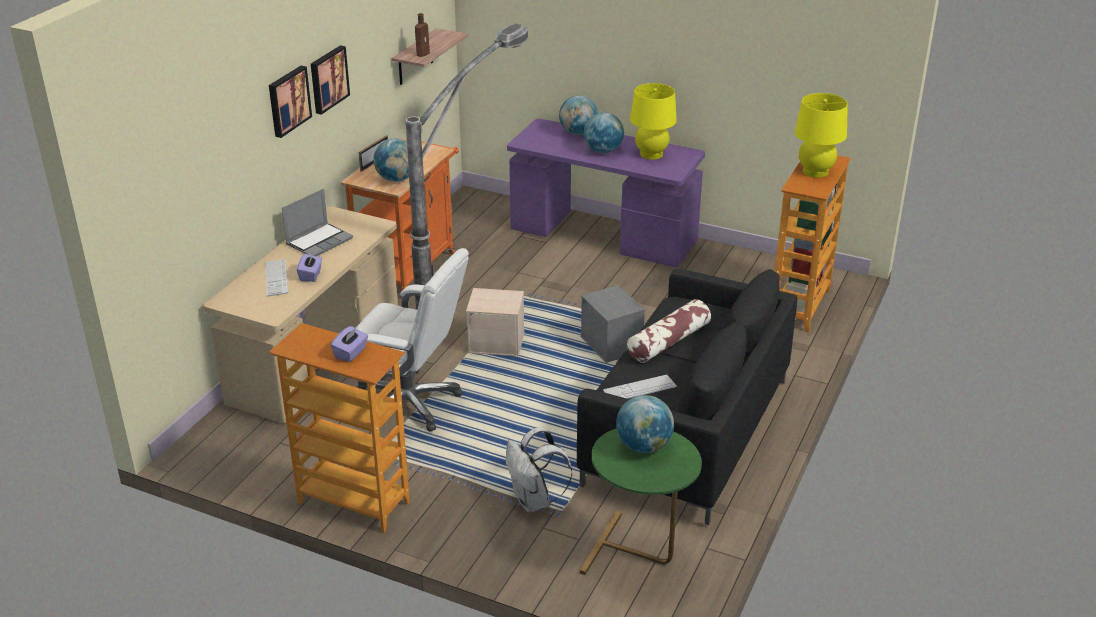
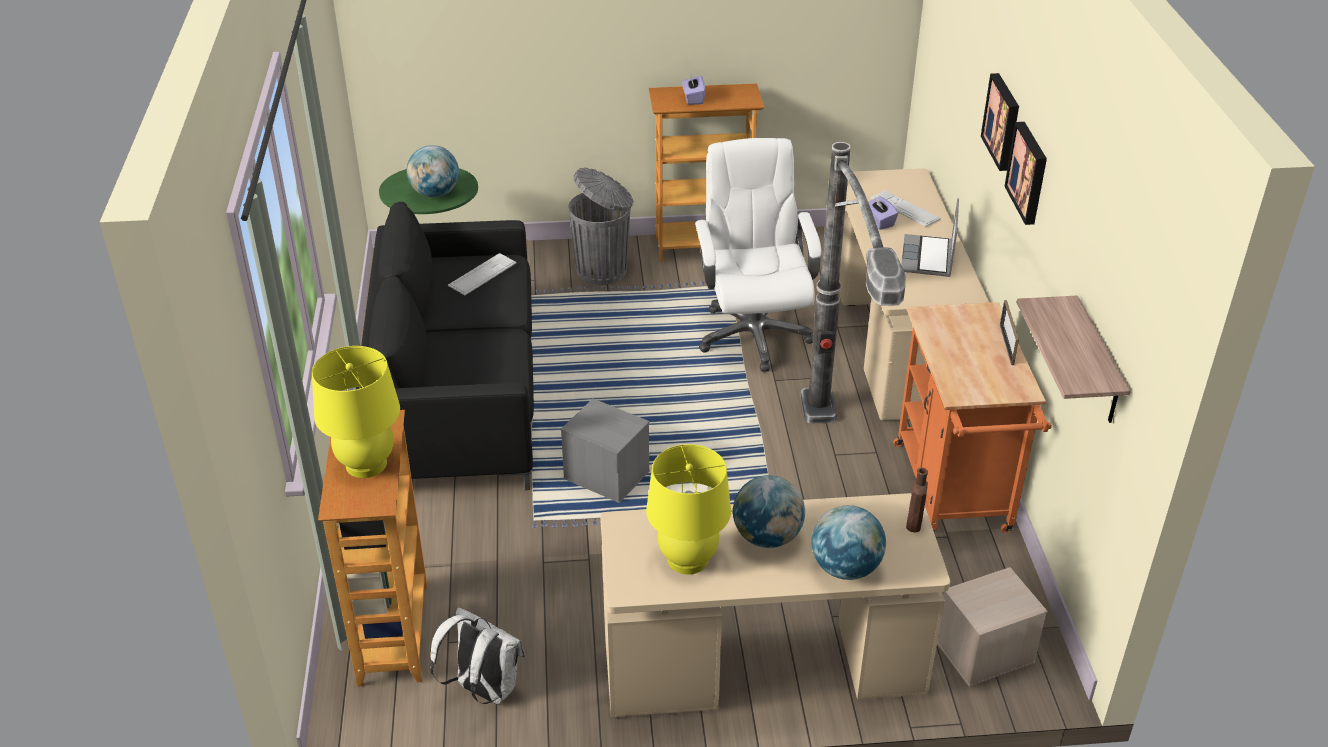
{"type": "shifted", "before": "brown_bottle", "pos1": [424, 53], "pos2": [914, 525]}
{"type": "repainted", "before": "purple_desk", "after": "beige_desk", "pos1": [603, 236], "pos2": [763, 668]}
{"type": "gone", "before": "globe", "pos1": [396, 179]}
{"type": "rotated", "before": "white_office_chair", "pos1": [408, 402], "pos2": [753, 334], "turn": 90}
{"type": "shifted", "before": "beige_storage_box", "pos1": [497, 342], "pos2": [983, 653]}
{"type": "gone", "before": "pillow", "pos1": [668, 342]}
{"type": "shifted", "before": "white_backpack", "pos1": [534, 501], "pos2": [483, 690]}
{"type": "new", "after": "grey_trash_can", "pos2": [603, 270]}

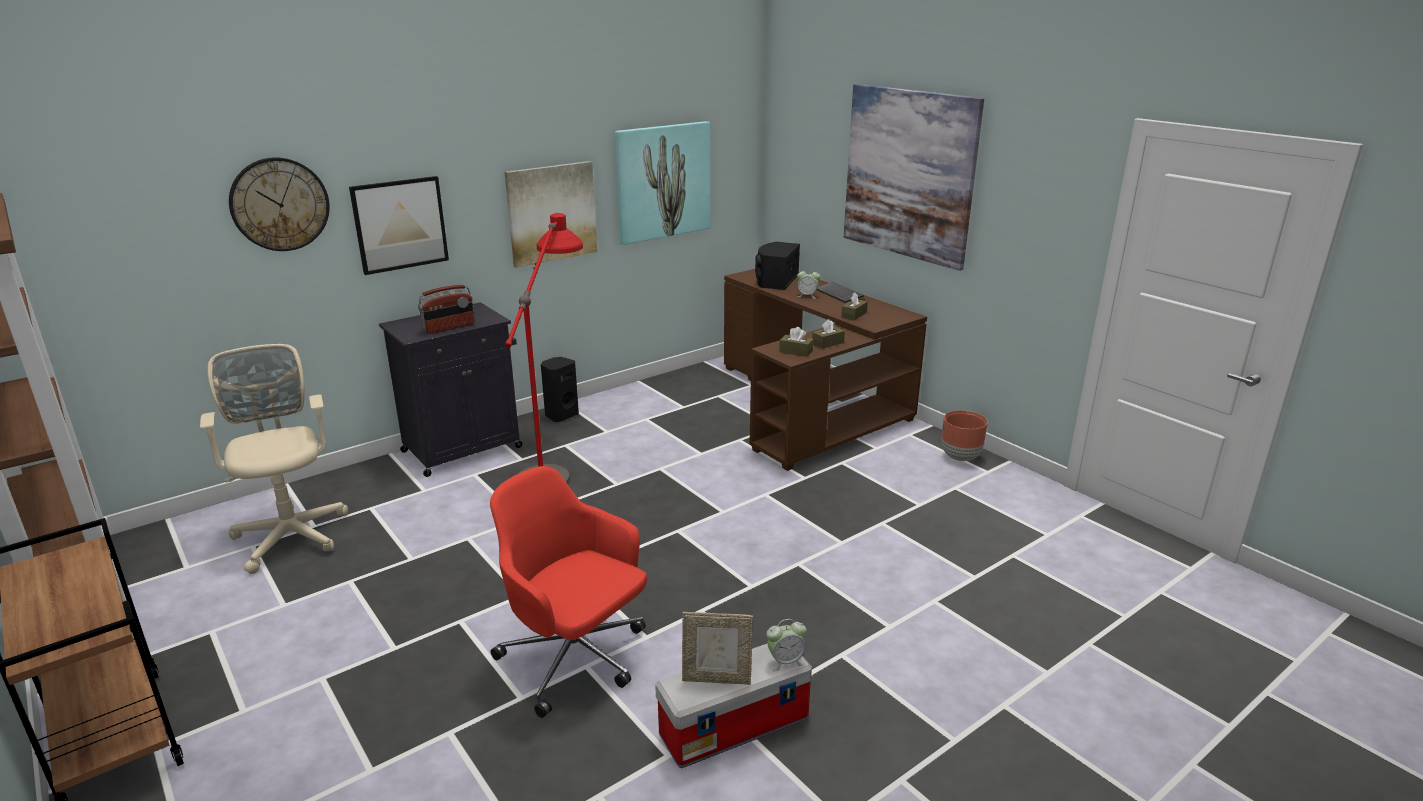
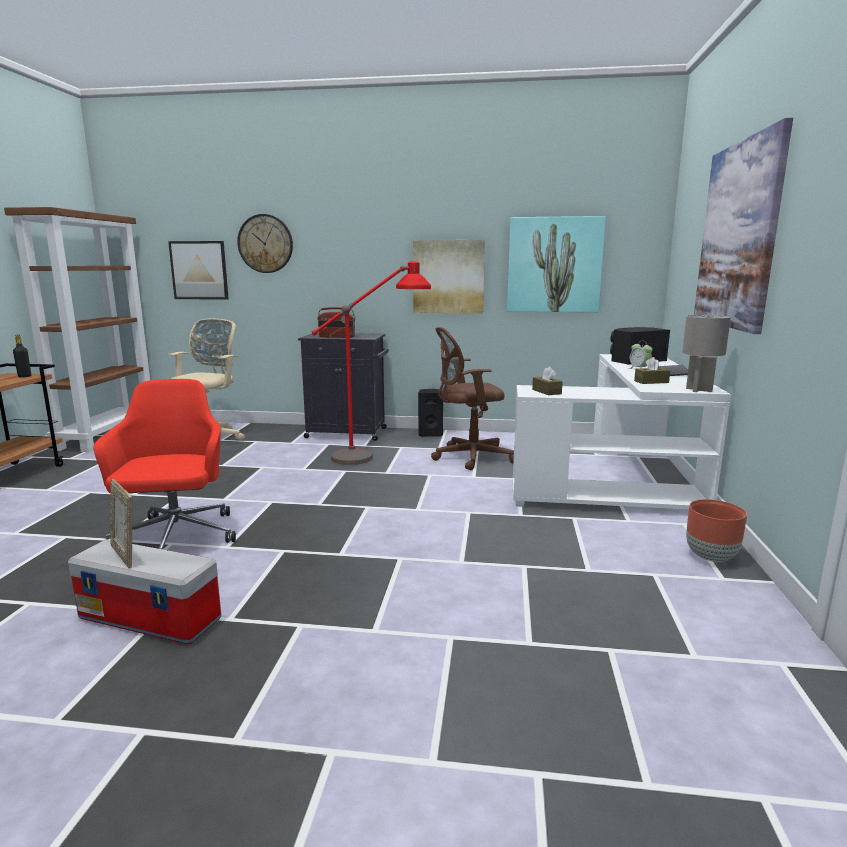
{"type": "shifted", "before": "picture", "pos1": [400, 224], "pos2": [199, 270]}
{"type": "repainted", "before": "brown_desk", "after": "white_desk", "pos1": [812, 406], "pos2": [624, 479]}
{"type": "gone", "before": "brown_tissue_box", "pos1": [827, 343]}
{"type": "gone", "before": "alarm_clock", "pos1": [785, 661]}
{"type": "new", "after": "grey_table_lamp", "pos2": [699, 390]}
{"type": "new", "after": "brown_office_chair", "pos2": [469, 457]}
{"type": "new", "after": "black_bottle", "pos2": [24, 376]}

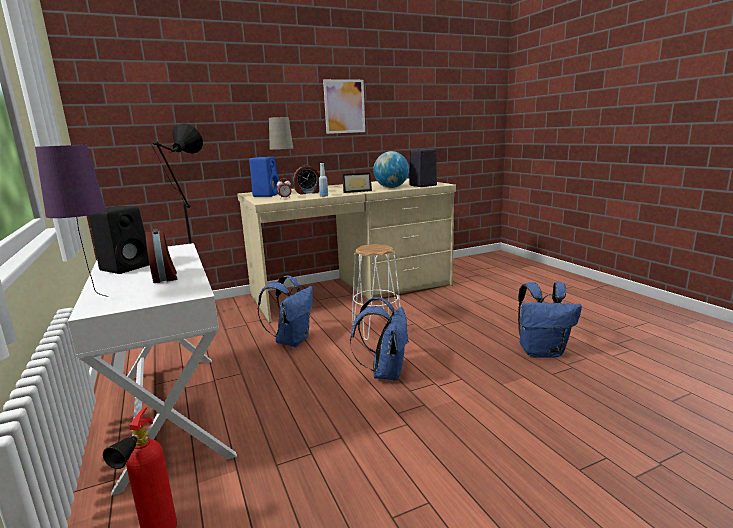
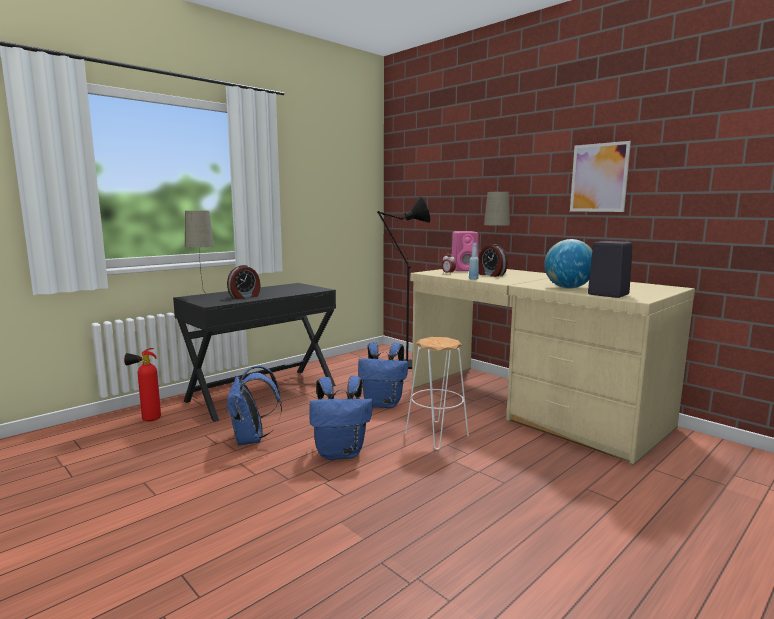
{"type": "repainted", "before": "purple_table_lamp", "after": "beige_table_lamp", "pos1": [96, 300], "pos2": [202, 295]}
{"type": "repainted", "before": "blue_speaker", "after": "pink_speaker", "pos1": [266, 195], "pos2": [465, 270]}
{"type": "gone", "before": "picture_frame", "pos1": [356, 191]}
{"type": "gone", "before": "black_speaker", "pos1": [127, 267]}
{"type": "repainted", "before": "white_desk", "after": "black_desk", "pos1": [171, 412], "pos2": [262, 393]}
{"type": "shifted", "before": "blue_backpack", "pos1": [542, 352], "pos2": [252, 440]}

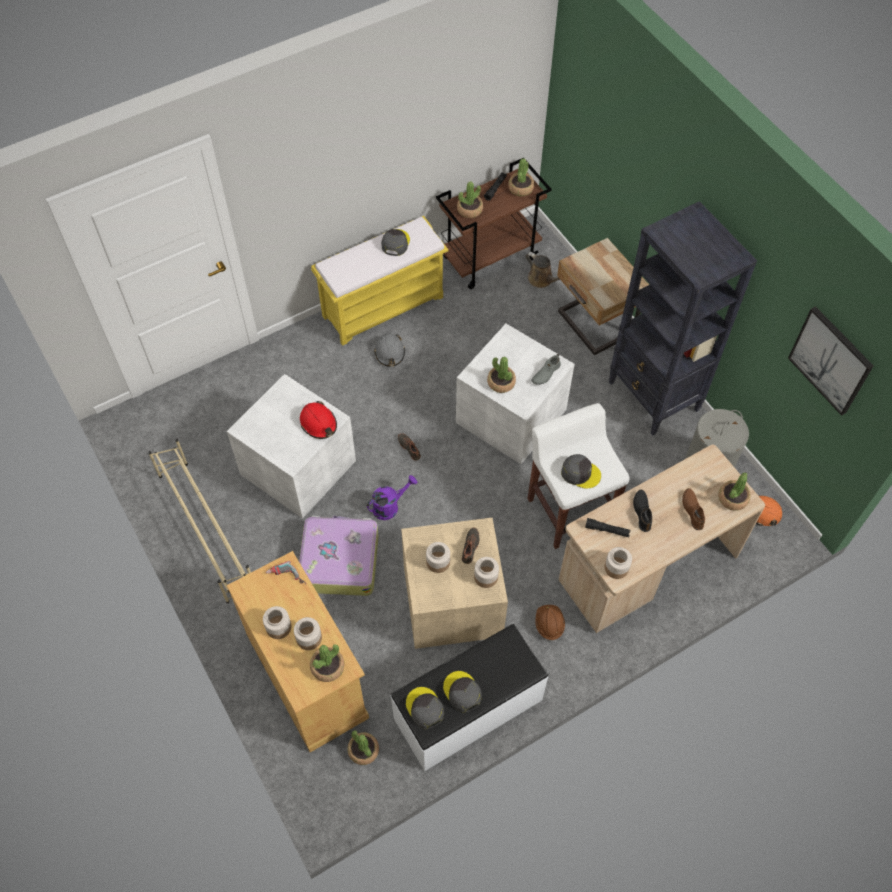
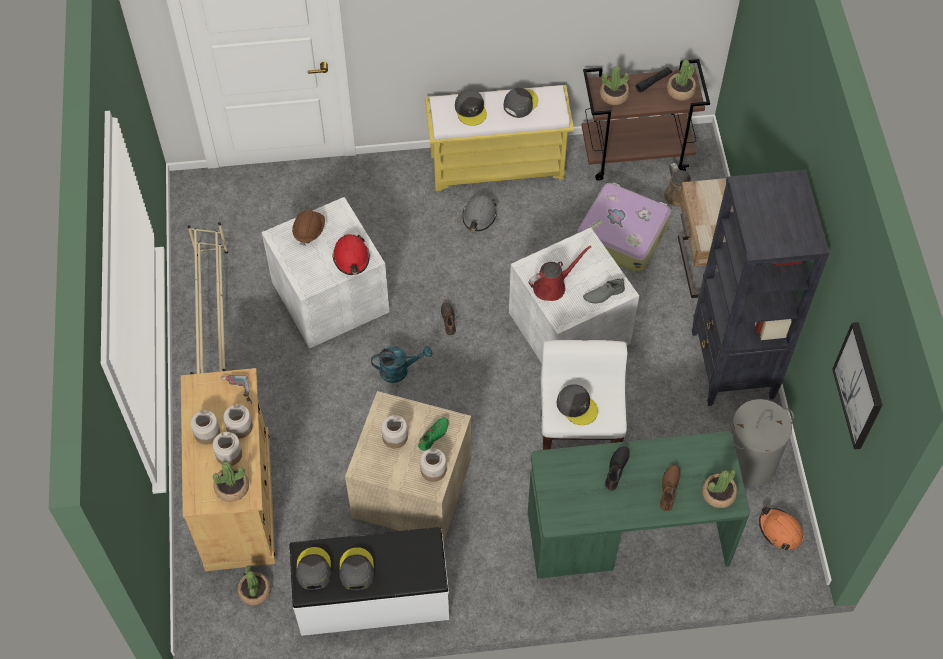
{"type": "swapped", "before": "potted_plant", "after": "red_watering_can", "pos1": [501, 382], "pos2": [552, 286]}
{"type": "repainted", "before": "beige_desk", "after": "green_desk", "pos1": [647, 566], "pos2": [627, 536]}
{"type": "repainted", "before": "purple_watering_can", "after": "turquoise_watering_can", "pos1": [390, 506], "pos2": [399, 370]}
{"type": "shifted", "before": "suitcase", "pos1": [339, 560], "pos2": [622, 234]}
{"type": "gone", "before": "black_flashlight", "pos1": [607, 530]}
{"type": "repainted", "before": "black_shoe", "after": "green_shoe", "pos1": [471, 547], "pos2": [434, 436]}
{"type": "shifted", "before": "jar", "pos1": [616, 567], "pos2": [239, 427]}
{"type": "shifted", "before": "brown_hard_hat", "pos1": [549, 625], "pos2": [309, 231]}
{"type": "new", "after": "grey_cap", "pos2": [471, 110]}

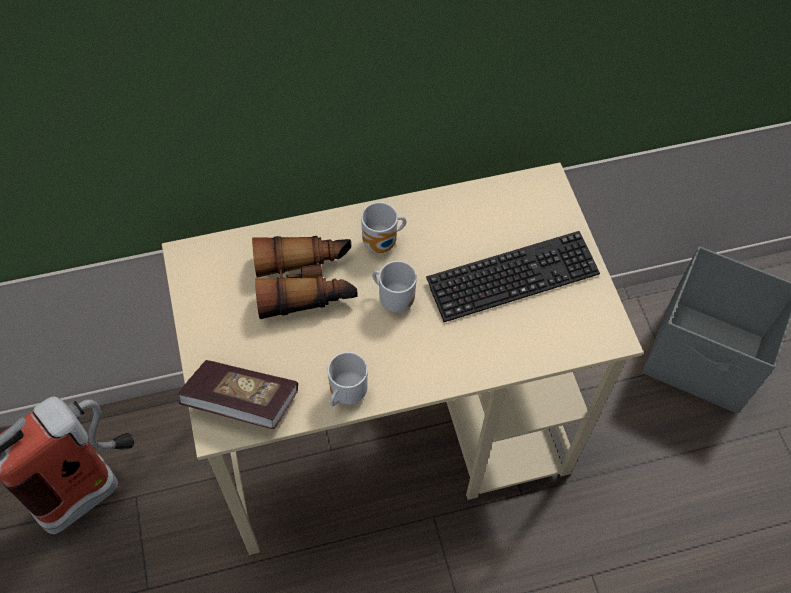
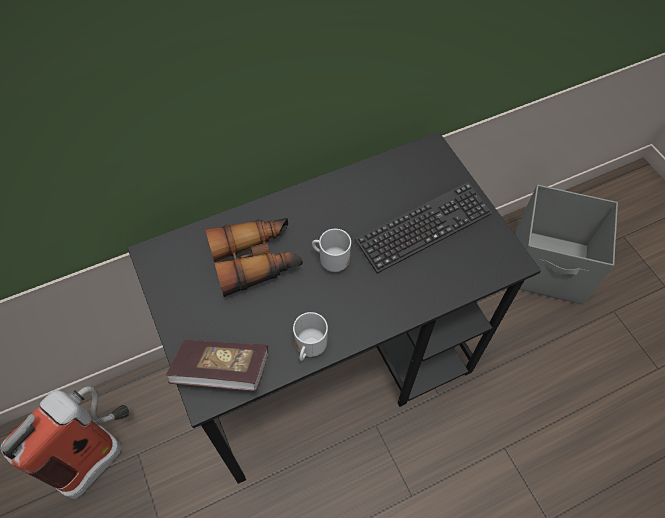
{"type": "repainted", "before": "beige_desk", "after": "black_desk", "pos1": [394, 433], "pos2": [333, 365]}
{"type": "gone", "before": "mug", "pos1": [382, 244]}

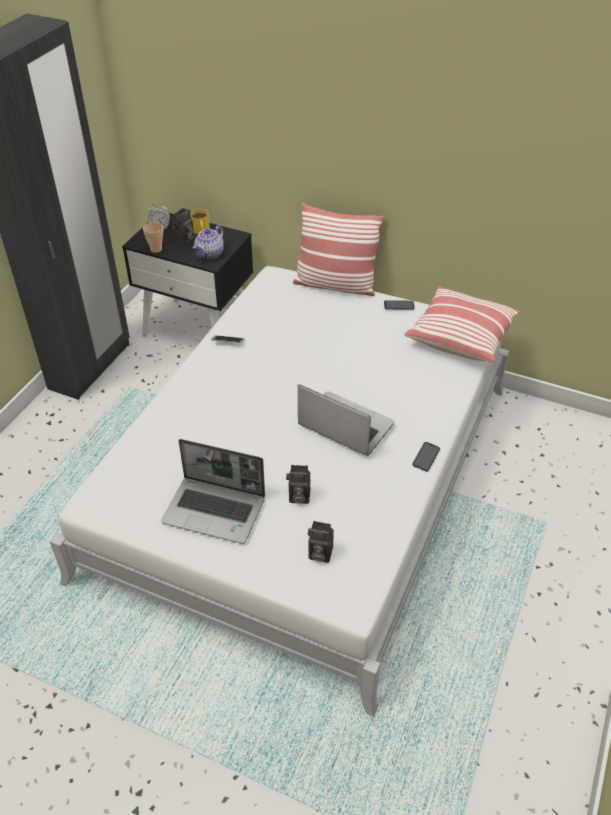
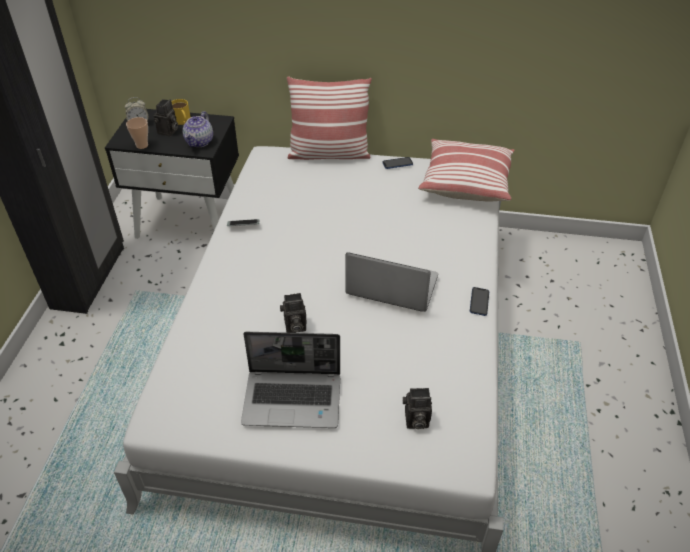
{"type": "shifted", "before": "photo_camera", "pos1": [298, 497], "pos2": [294, 326]}

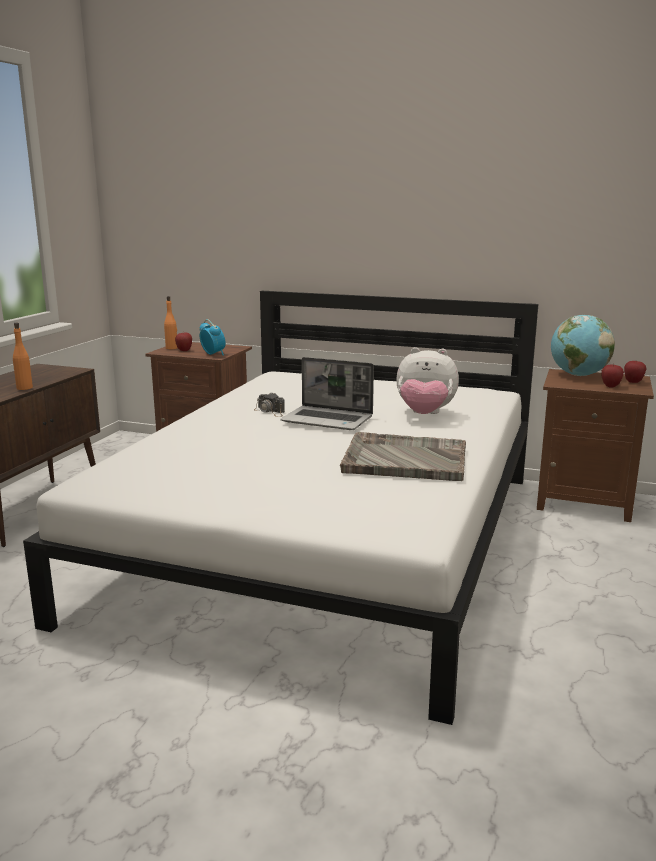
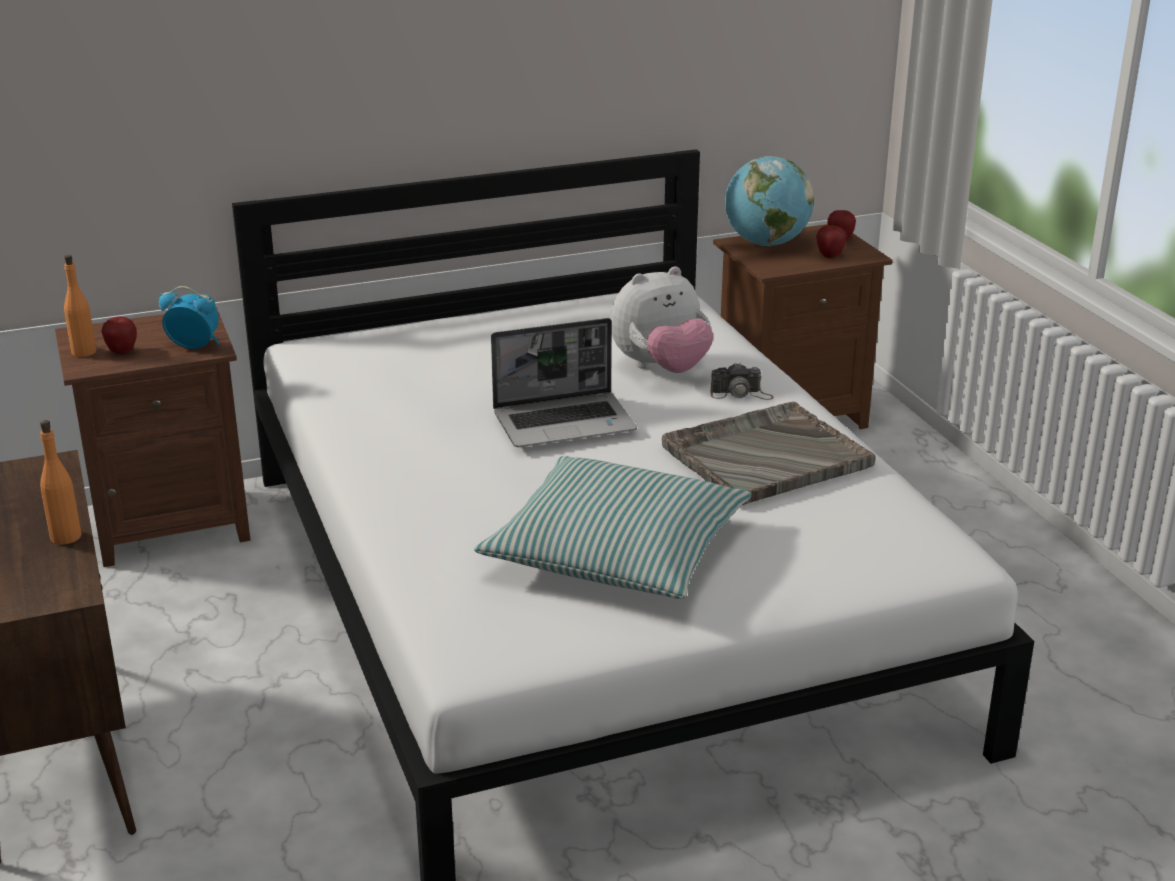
{"type": "shifted", "before": "photo_camera", "pos1": [270, 411], "pos2": [741, 394]}
{"type": "new", "after": "pillow", "pos2": [616, 551]}

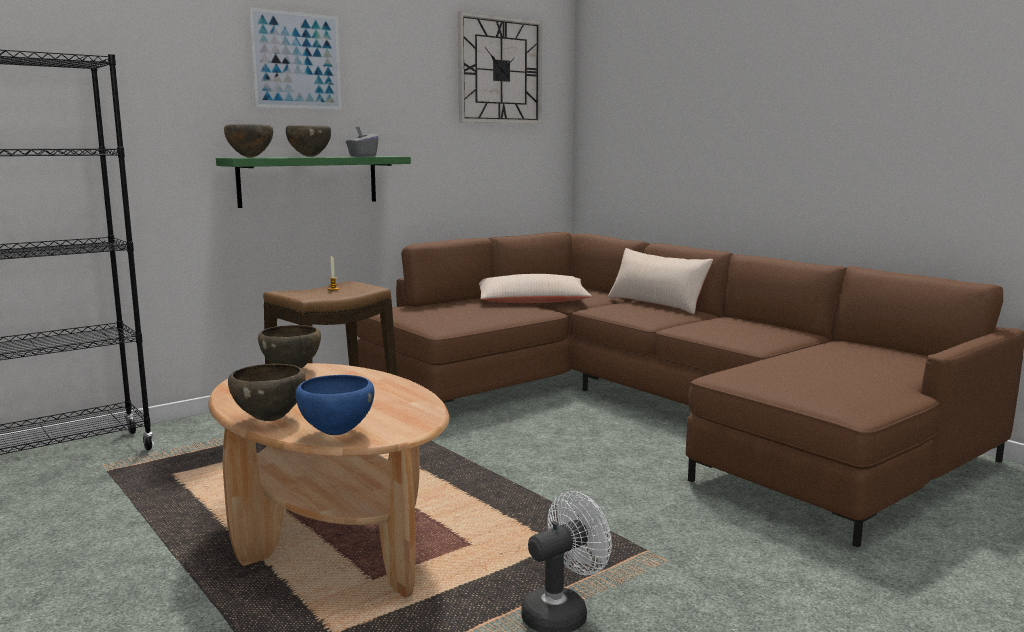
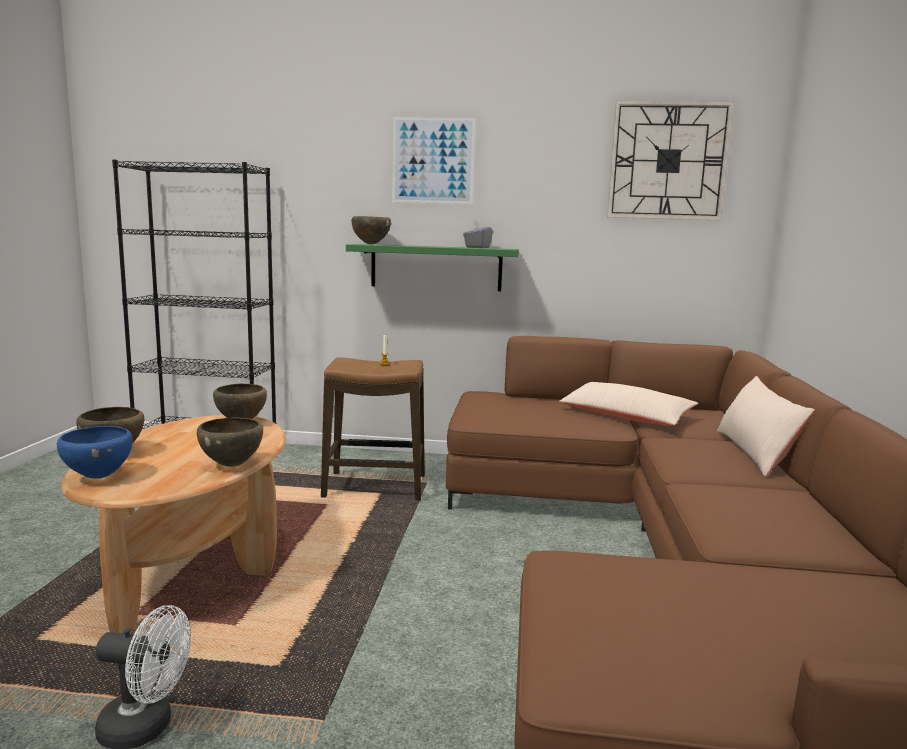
{"type": "shifted", "before": "brown_bowl", "pos1": [309, 156], "pos2": [232, 465]}

